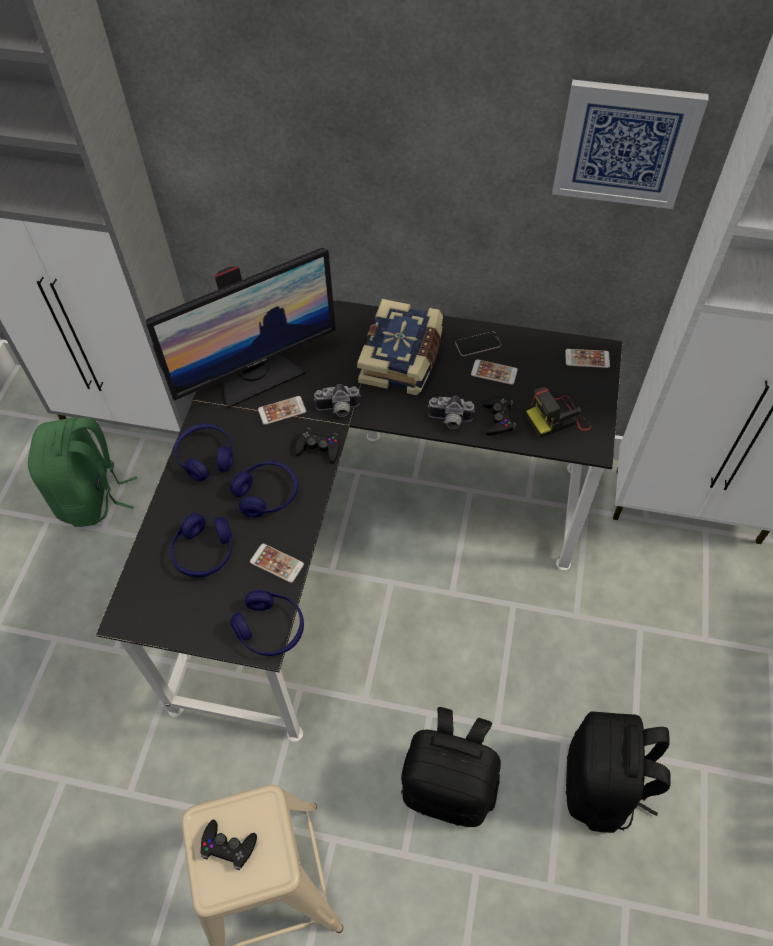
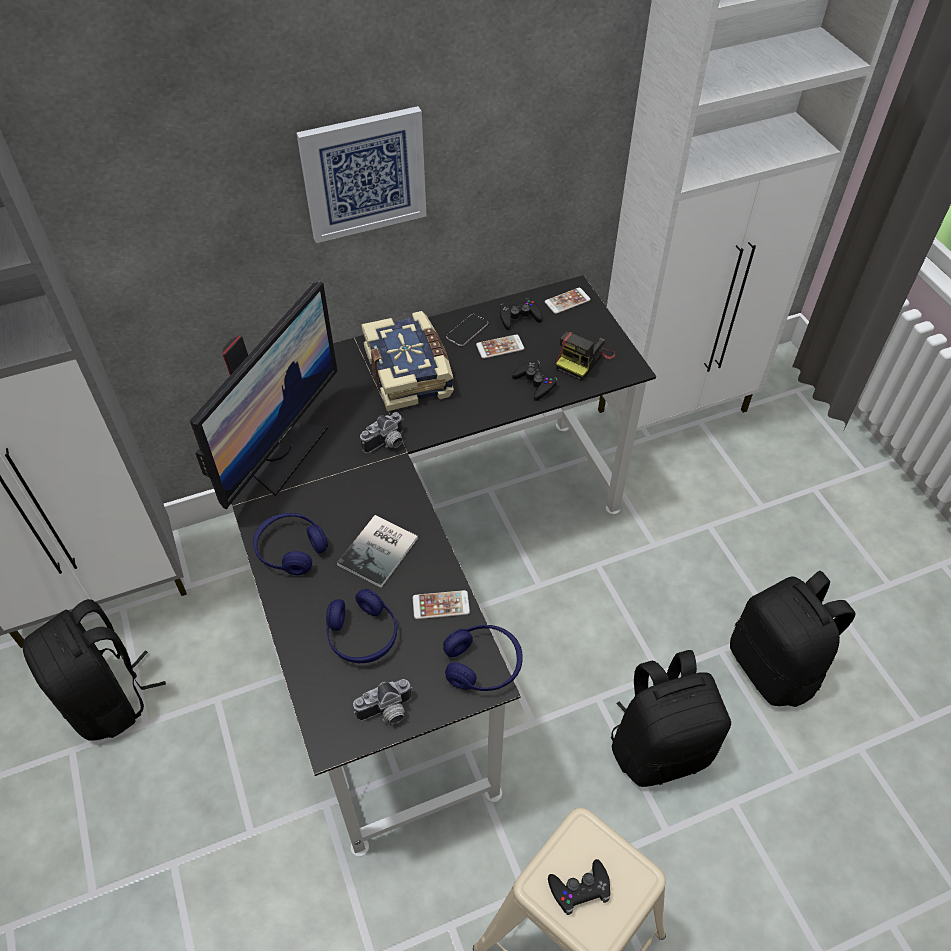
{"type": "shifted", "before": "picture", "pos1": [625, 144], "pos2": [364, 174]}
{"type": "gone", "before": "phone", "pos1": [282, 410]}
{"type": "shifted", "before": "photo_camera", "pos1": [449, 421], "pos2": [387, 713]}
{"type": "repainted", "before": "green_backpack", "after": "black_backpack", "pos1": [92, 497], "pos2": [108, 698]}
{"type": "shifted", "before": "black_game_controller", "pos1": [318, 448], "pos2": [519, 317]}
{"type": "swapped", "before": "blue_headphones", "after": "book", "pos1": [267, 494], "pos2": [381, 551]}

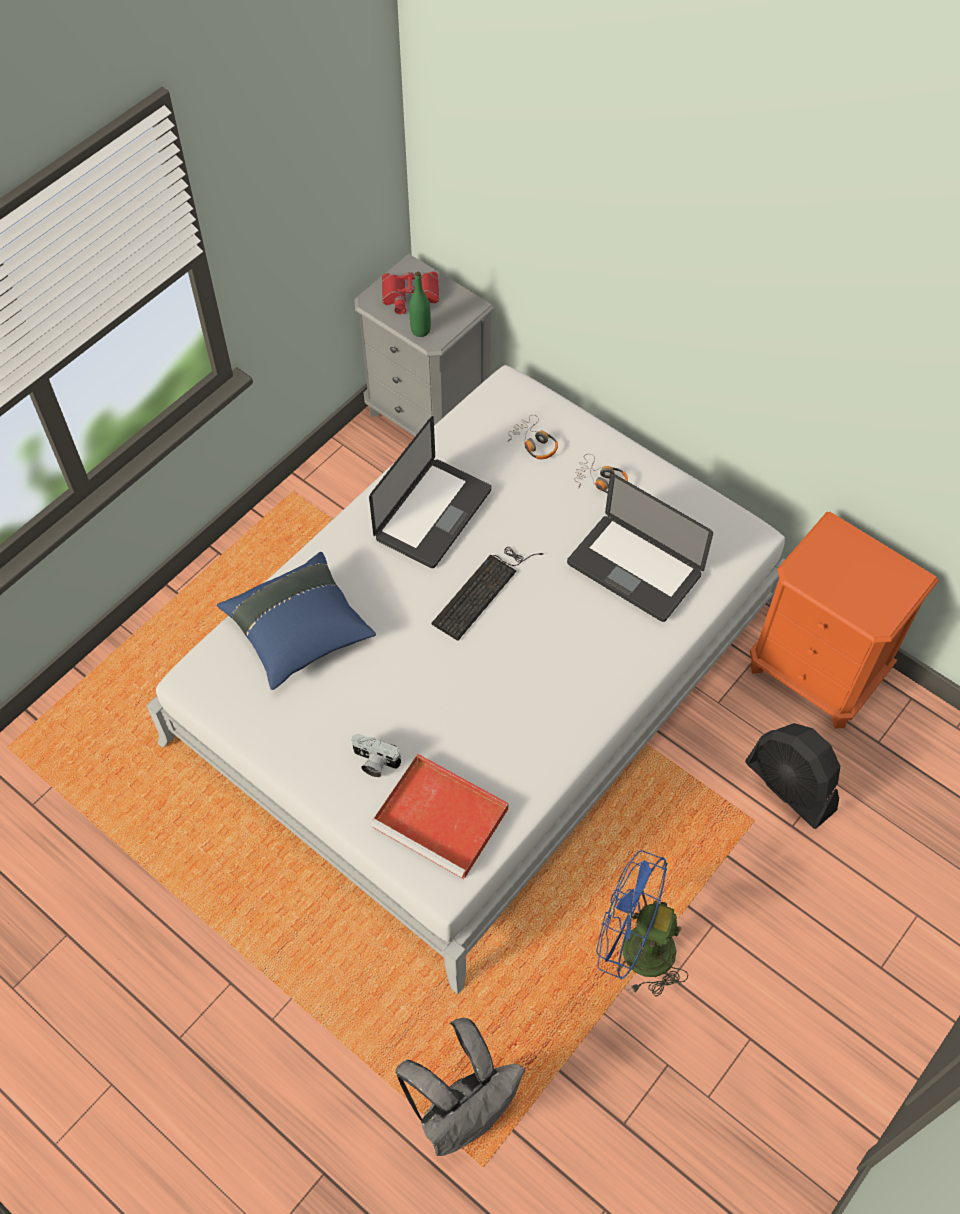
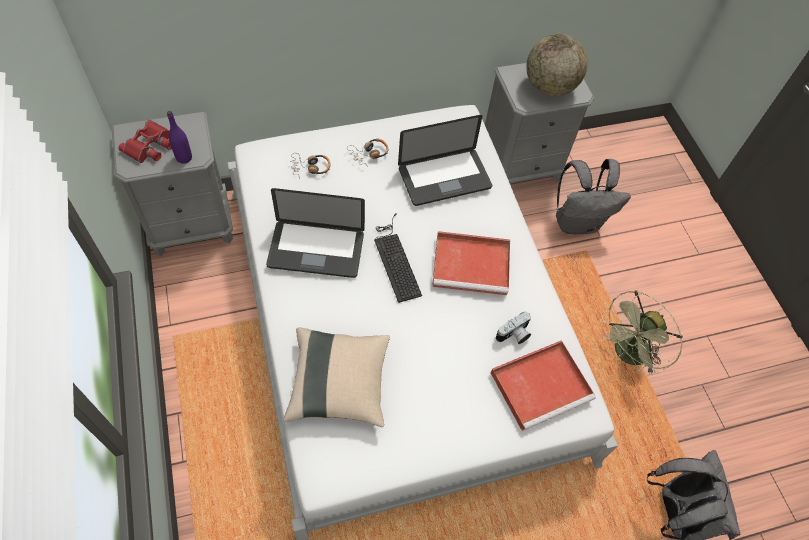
{"type": "repainted", "before": "green_bottle", "after": "purple_bottle", "pos1": [420, 330], "pos2": [184, 158]}
{"type": "rotated", "before": "laptop", "pos1": [433, 514], "pos2": [316, 250], "turn": 120}
{"type": "repainted", "before": "orange_nightstand", "after": "grey_nightstand", "pos1": [816, 672], "pos2": [520, 167]}
{"type": "repainted", "before": "blue_pillow", "after": "beige_pillow", "pos1": [299, 632], "pos2": [339, 384]}
{"type": "swapped", "before": "black_fan", "after": "grey_backpack", "pos1": [790, 787], "pos2": [577, 222]}
{"type": "shifted", "before": "photo_camera", "pos1": [374, 762], "pos2": [514, 335]}
{"type": "repainted", "before": "blue_fan", "after": "green_fan", "pos1": [635, 949], "pos2": [627, 355]}
{"type": "new", "after": "globe", "pos2": [549, 87]}
{"type": "new", "after": "red_tray", "pos2": [473, 265]}

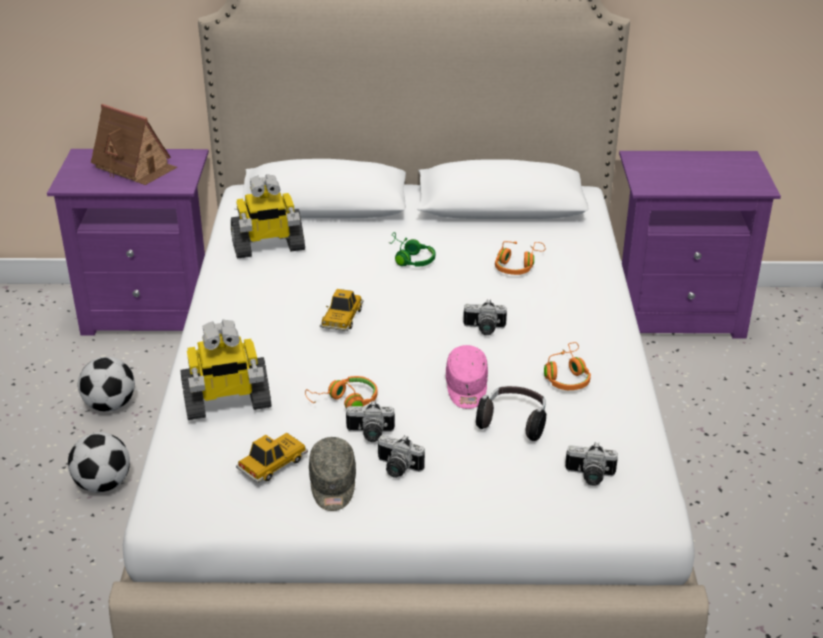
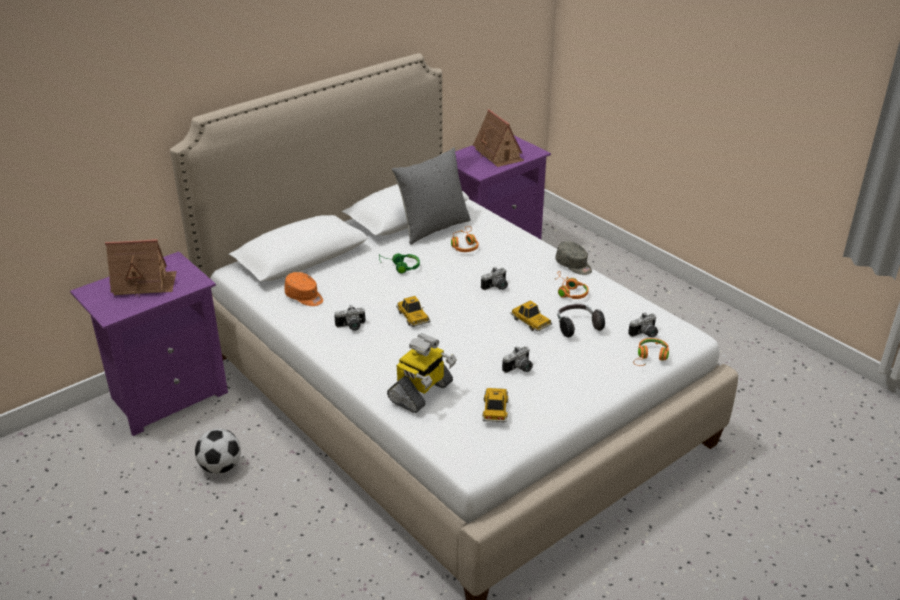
{"type": "swapped", "before": "toy_robot", "after": "orange_cap", "pos1": [268, 246], "pos2": [304, 297]}
{"type": "swapped", "before": "pink_cap", "after": "toy_car", "pos1": [466, 388], "pos2": [531, 321]}
{"type": "shifted", "before": "orange_headphones", "pos1": [345, 401], "pos2": [650, 357]}
{"type": "gone", "before": "football", "pos1": [103, 484]}
{"type": "shifted", "before": "photo_camera", "pos1": [397, 469], "pos2": [351, 327]}
{"type": "shifted", "before": "grey_cap", "pos1": [333, 485], "pos2": [574, 265]}
{"type": "new", "after": "toy_house", "pos2": [498, 154]}
{"type": "new", "after": "grey_pillow", "pos2": [433, 227]}

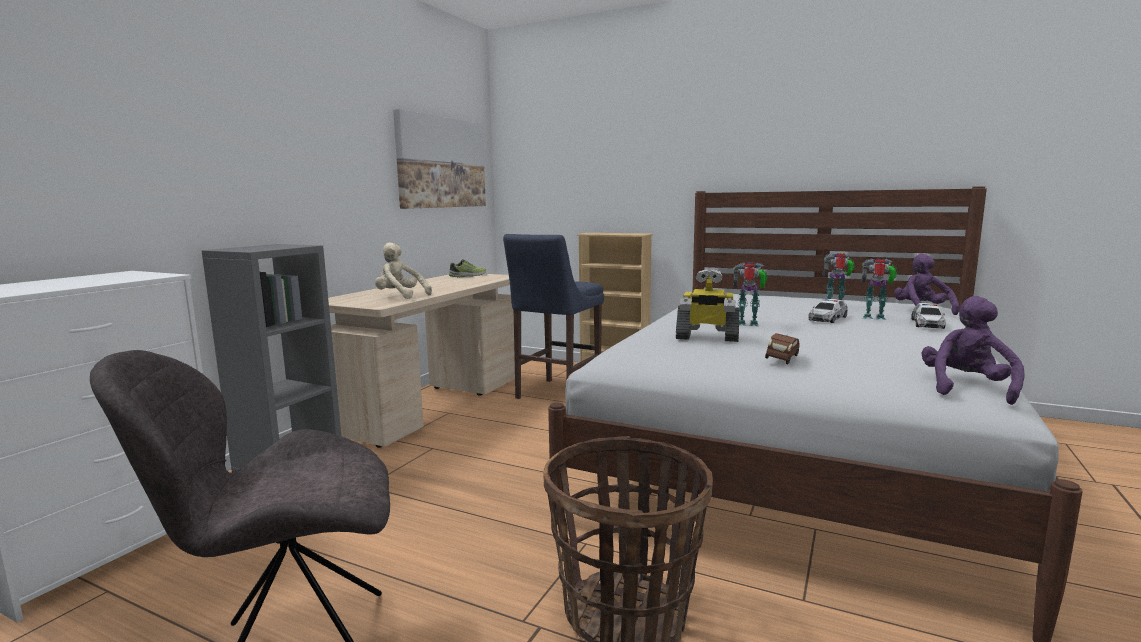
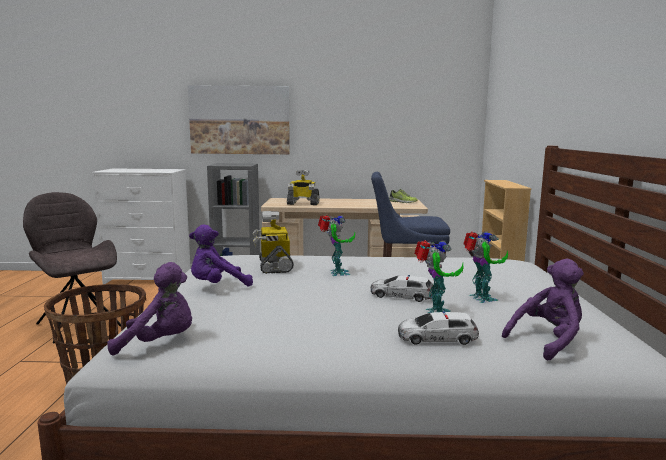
{"type": "shifted", "before": "picture", "pos1": [441, 163], "pos2": [240, 120]}
{"type": "swapped", "before": "beige_plush_toy", "after": "toy_robot", "pos1": [400, 296], "pos2": [302, 204]}
{"type": "swapped", "before": "brown_toy_car", "after": "purple_plush_toy", "pos1": [783, 359], "pos2": [217, 286]}

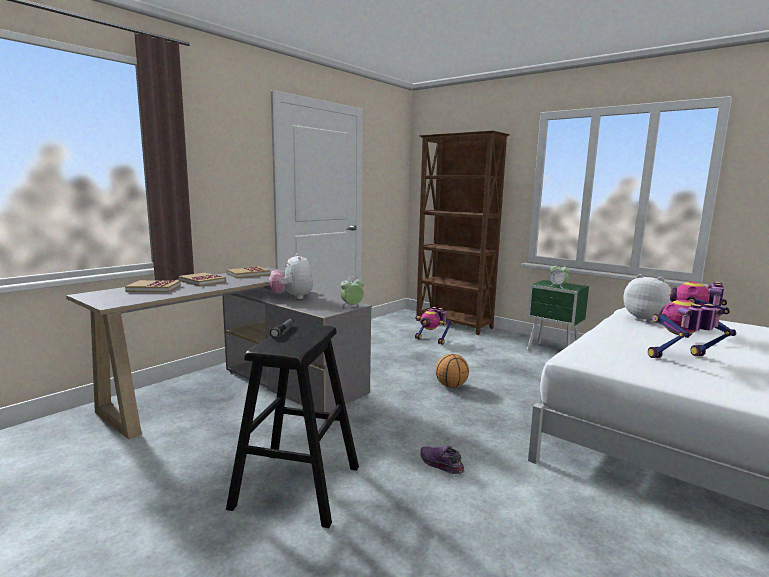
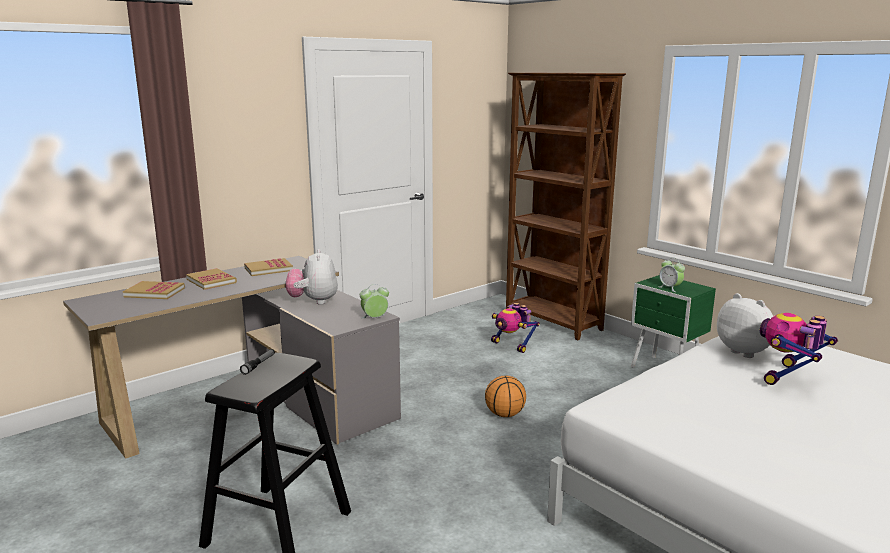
{"type": "gone", "before": "toy_robot", "pos1": [681, 359]}
{"type": "gone", "before": "purple_shoe", "pos1": [440, 465]}

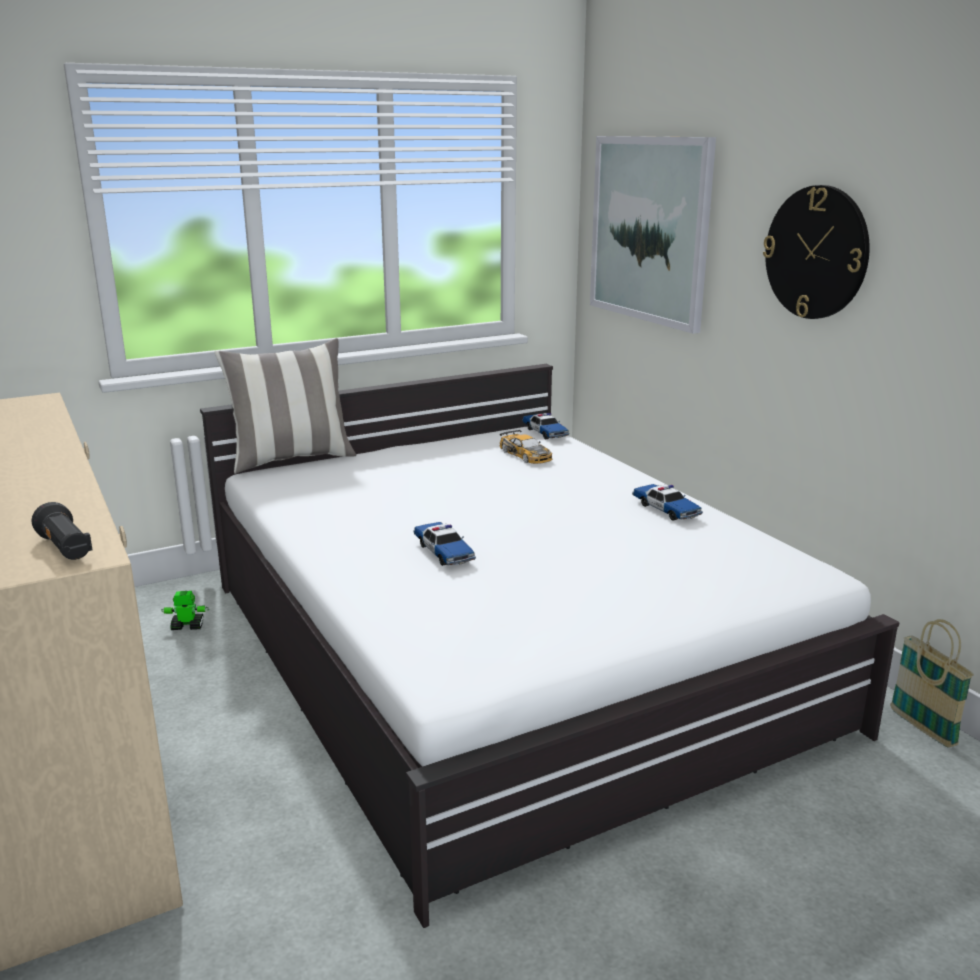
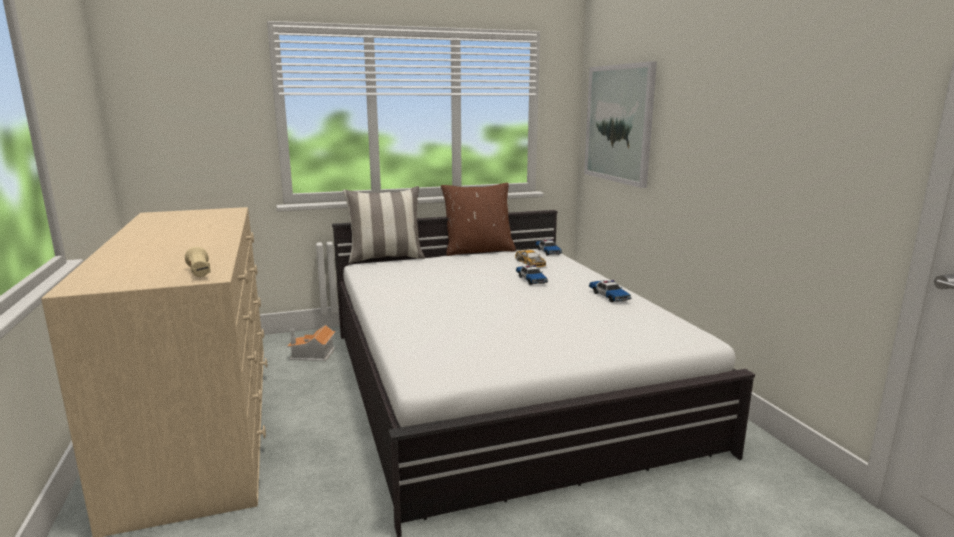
{"type": "gone", "before": "wall_clock", "pos1": [816, 253]}
{"type": "repainted", "before": "black_flashlight", "after": "beige_flashlight", "pos1": [66, 549], "pos2": [199, 273]}
{"type": "shifted", "before": "toy_car", "pos1": [443, 552], "pos2": [531, 279]}
{"type": "swapped", "before": "toy_robot", "after": "toy_house", "pos1": [187, 626], "pos2": [313, 354]}
{"type": "gone", "before": "basket", "pos1": [922, 728]}
{"type": "new", "after": "brown_pillow", "pos2": [478, 251]}

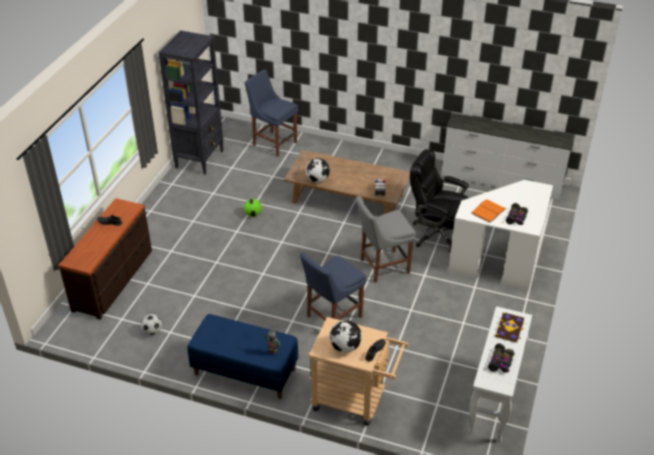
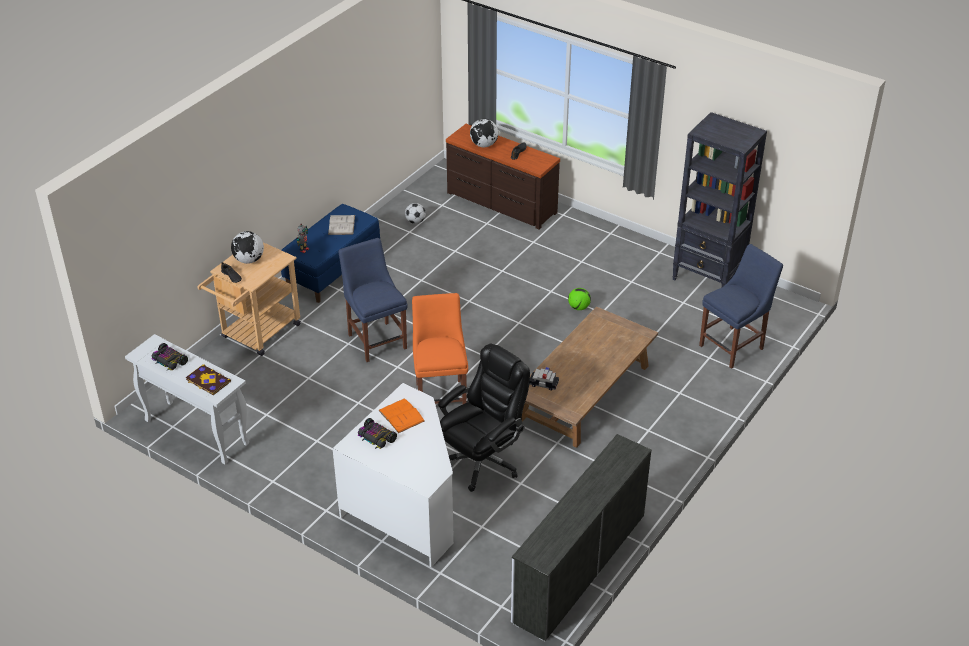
{"type": "shifted", "before": "globe", "pos1": [317, 180], "pos2": [484, 145]}
{"type": "repainted", "before": "grey_chair", "after": "orange_chair", "pos1": [382, 266], "pos2": [441, 395]}
{"type": "new", "after": "white_book", "pos2": [341, 225]}

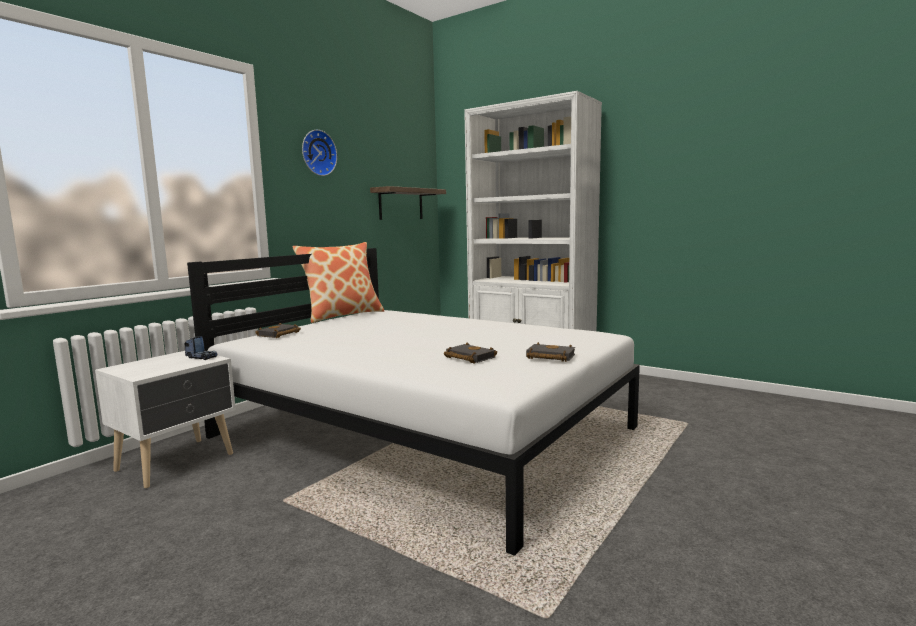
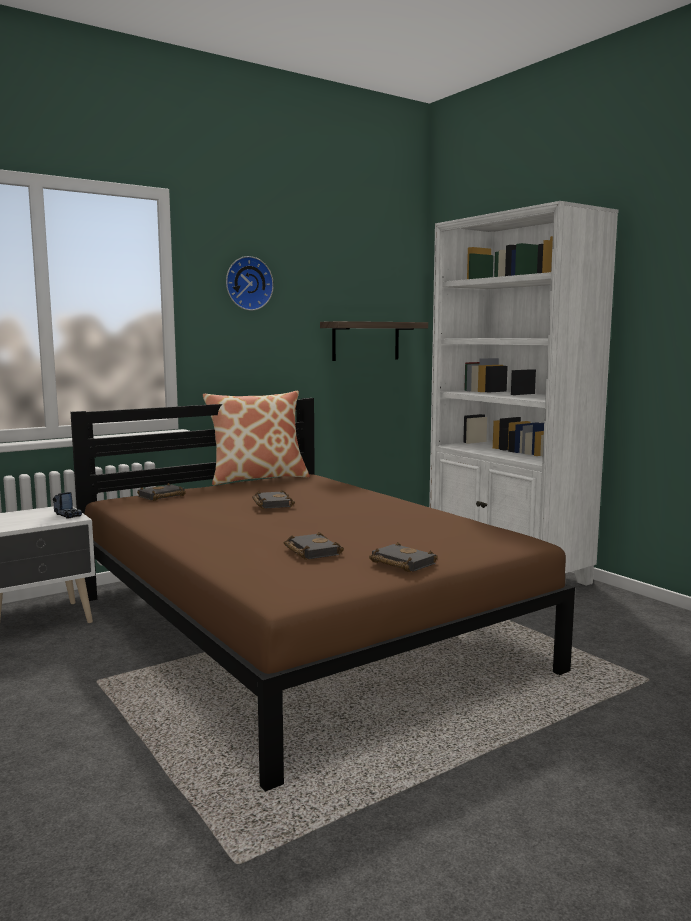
{"type": "repainted", "before": "white_bed", "after": "brown_bed", "pos1": [422, 432], "pos2": [298, 632]}
{"type": "new", "after": "black_book", "pos2": [271, 504]}

